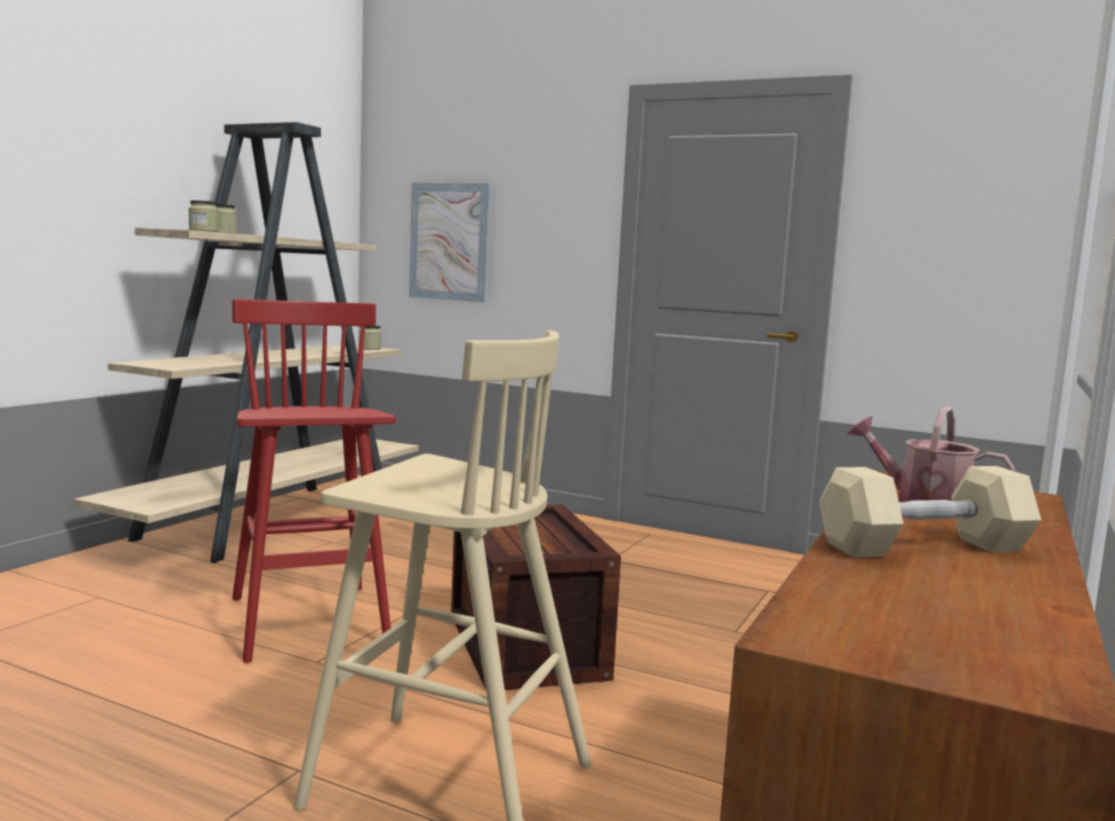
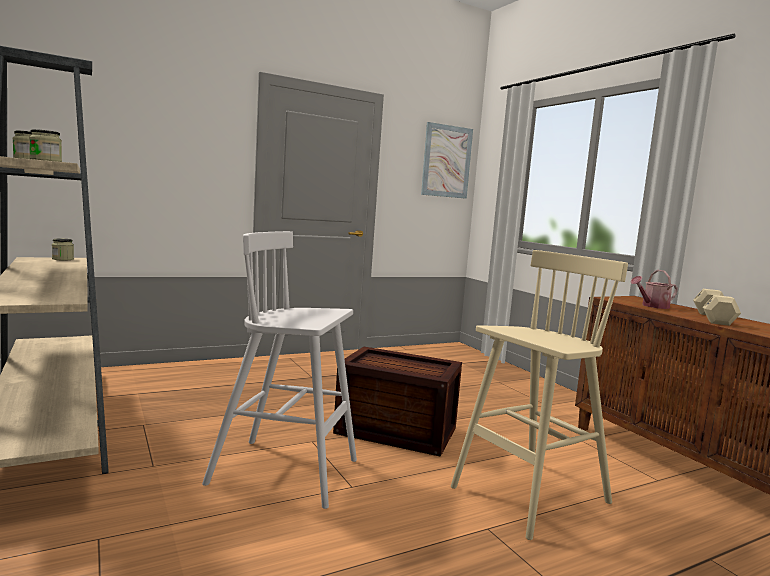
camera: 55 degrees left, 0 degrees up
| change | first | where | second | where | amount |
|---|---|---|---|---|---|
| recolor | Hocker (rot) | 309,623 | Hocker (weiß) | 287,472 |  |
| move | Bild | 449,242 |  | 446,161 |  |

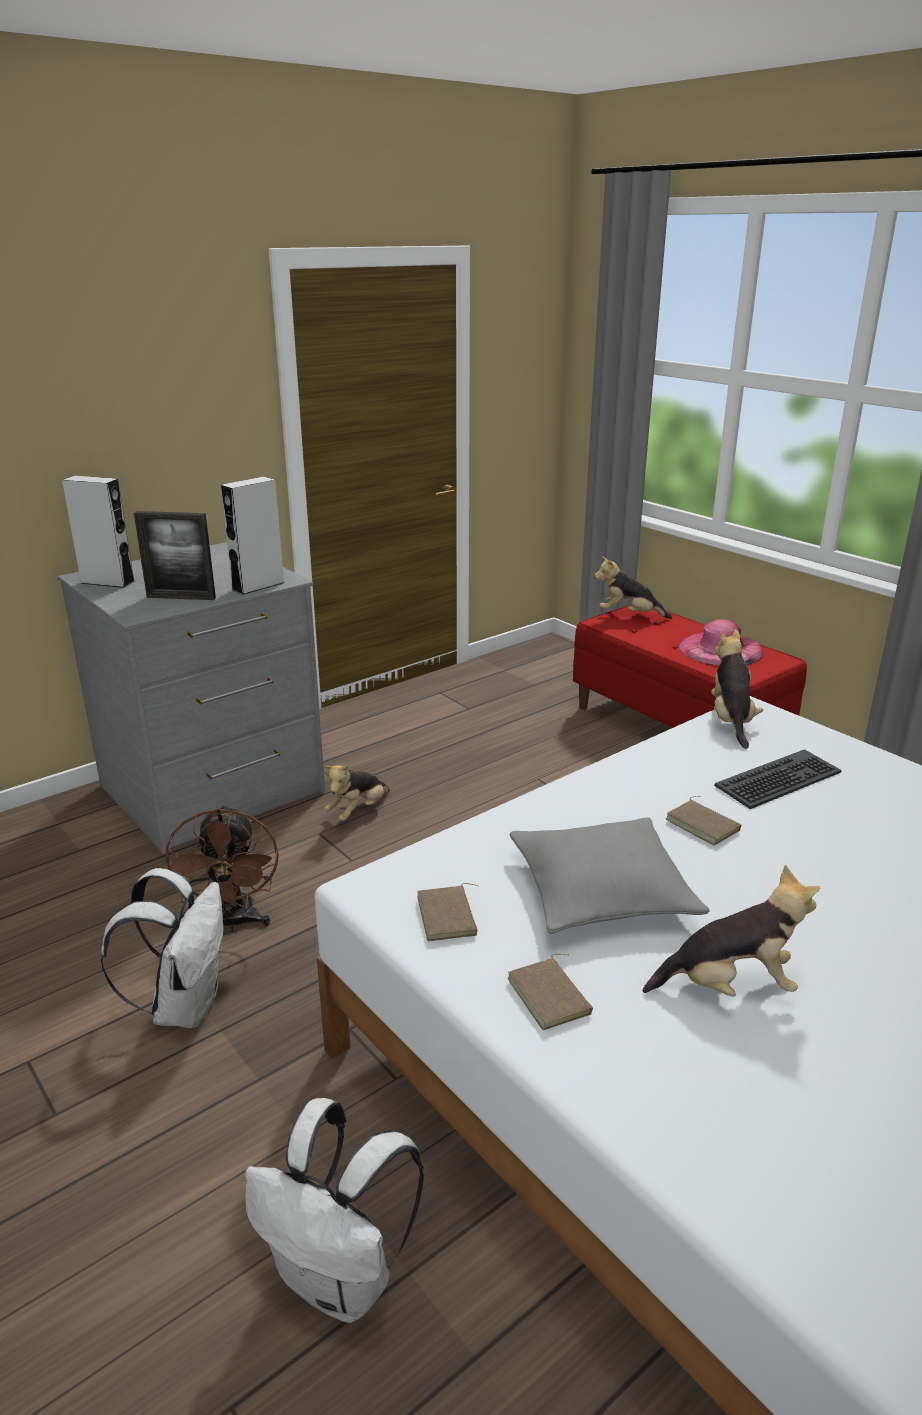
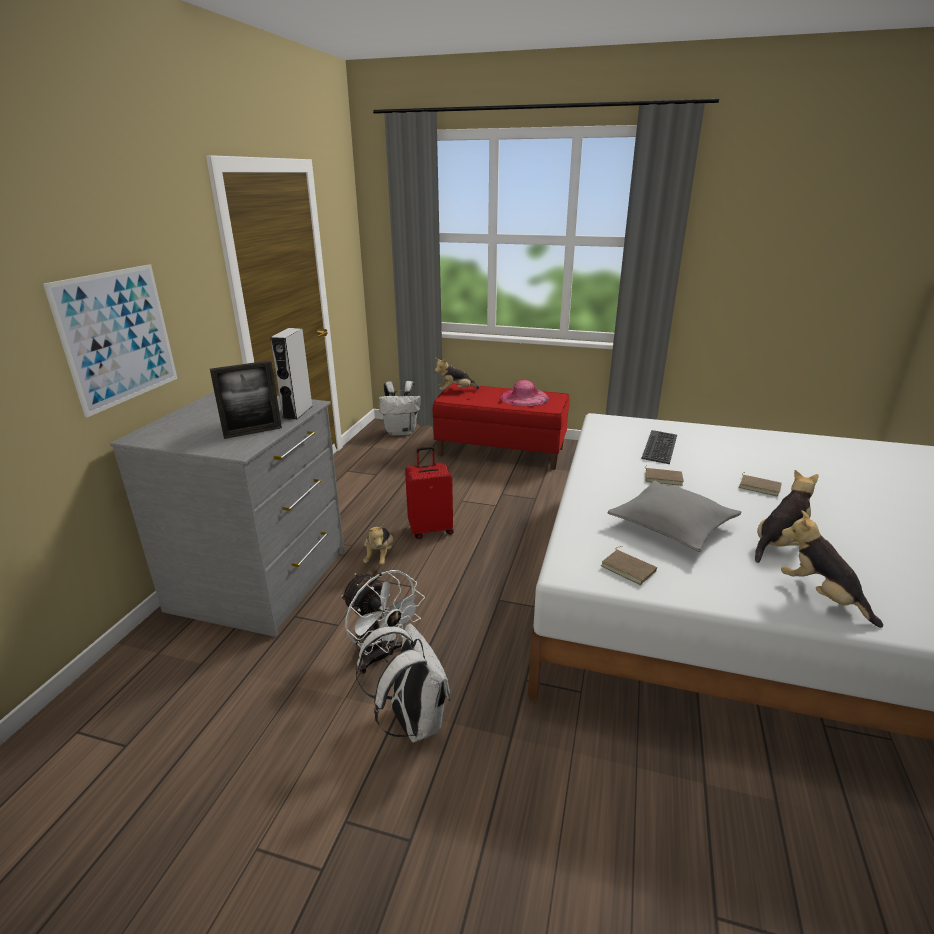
camera: 35 degrees left, 0 degrees up
| change | first | where | second | where | amount |
|---|---|---|---|---|---|
| delete | Lautsprecher (grau) | 107,582 |  |  |  |
| recolor | Ventilator (braun) | 233,923 | Ventilator (weiß) | 381,656 |  |
| move | Rucksack (weiß) | 341,1278 |  | 401,432 |  |
| move | Buch (braun) | 551,996 |  | 760,487 |  |
| move | Plüschtier | 730,721 |  | 821,596 |  |
| insert |  |  | Bild | 118,337 |  |
| insert |  |  | Koffer (rot) | 430,529 |  |

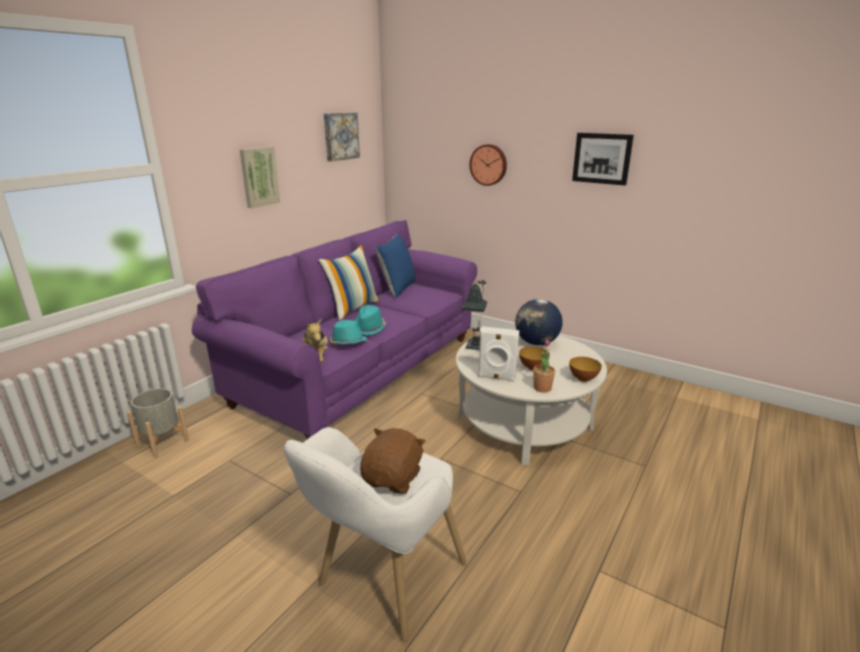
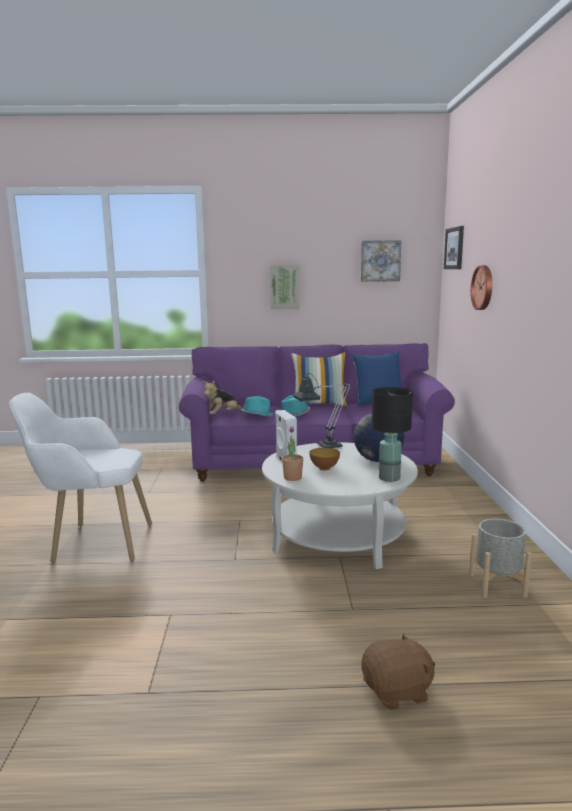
camera: 55 degrees right, 10 degrees down
| change | first | where | second | where | amount |
|---|---|---|---|---|---|
| move | Pflanzkübel (grau) | 162,442 |  | 496,585 |  |
| move | Plüschtier (braun) | 393,478 |  | 397,691 |  |
| delete | Schüssel | 583,379 |  |  |  |
| move | Bild | 602,158 |  | 454,248 |  |
| insert |  |  | Tischlampe (schwarz) | 390,478 |  |

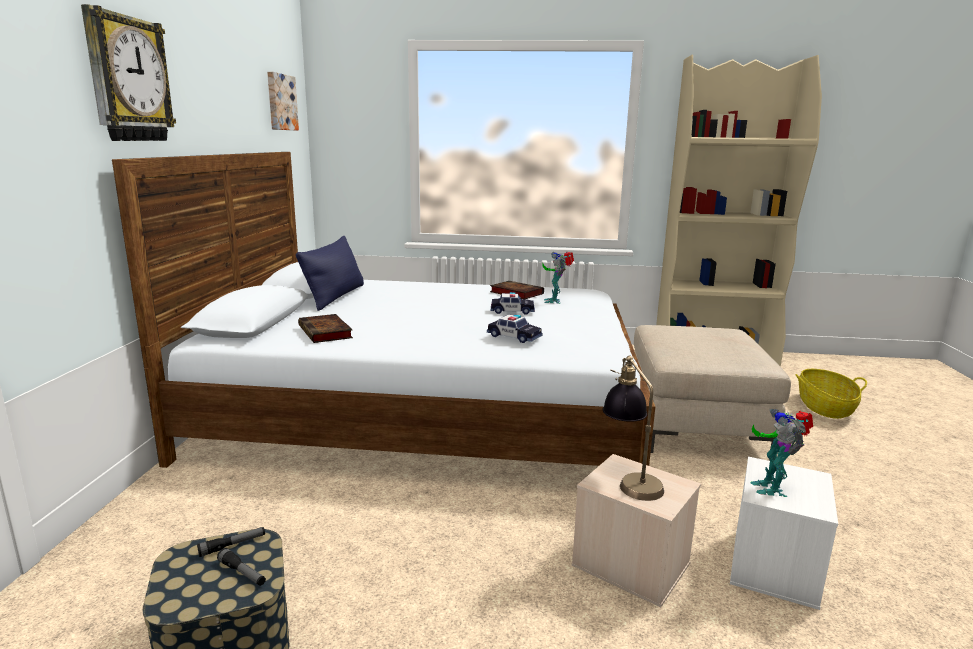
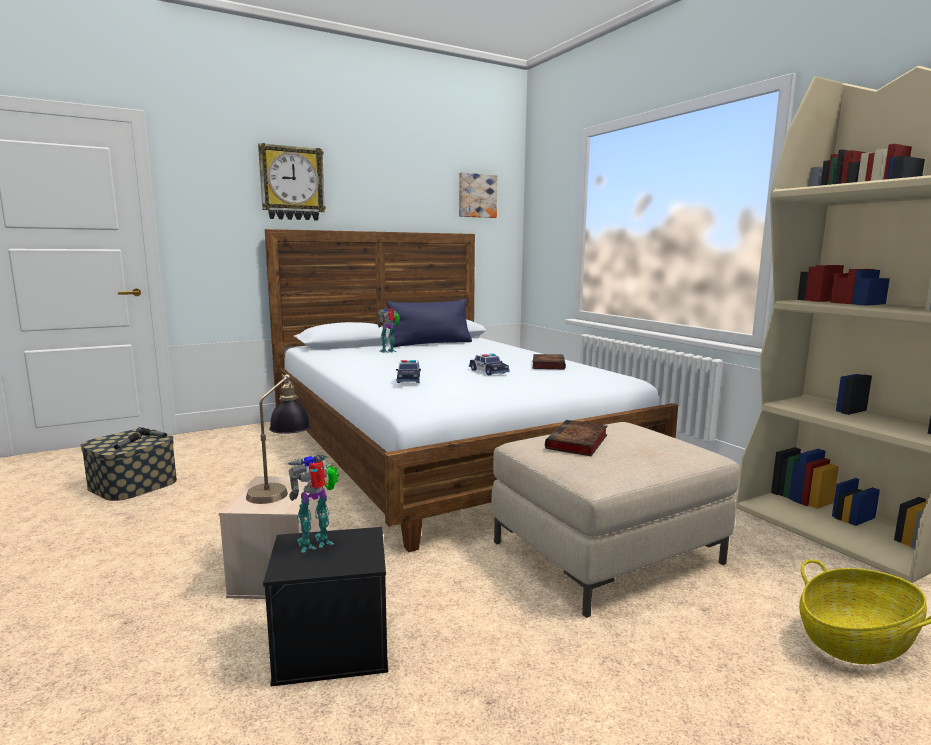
camera: 55 degrees right, 5 degrees down
| change | first | where | second | where | amount |
|---|---|---|---|---|---|
| move | Buch | 326,333 |  | 577,443 |  |
| move | Spielzeugroboter | 555,301 |  | 389,351 |  |
| recolor | Aufbewahrungsbox (weiß) | 772,565 | Aufbewahrungsbox (schwarz) | 334,646 |  |

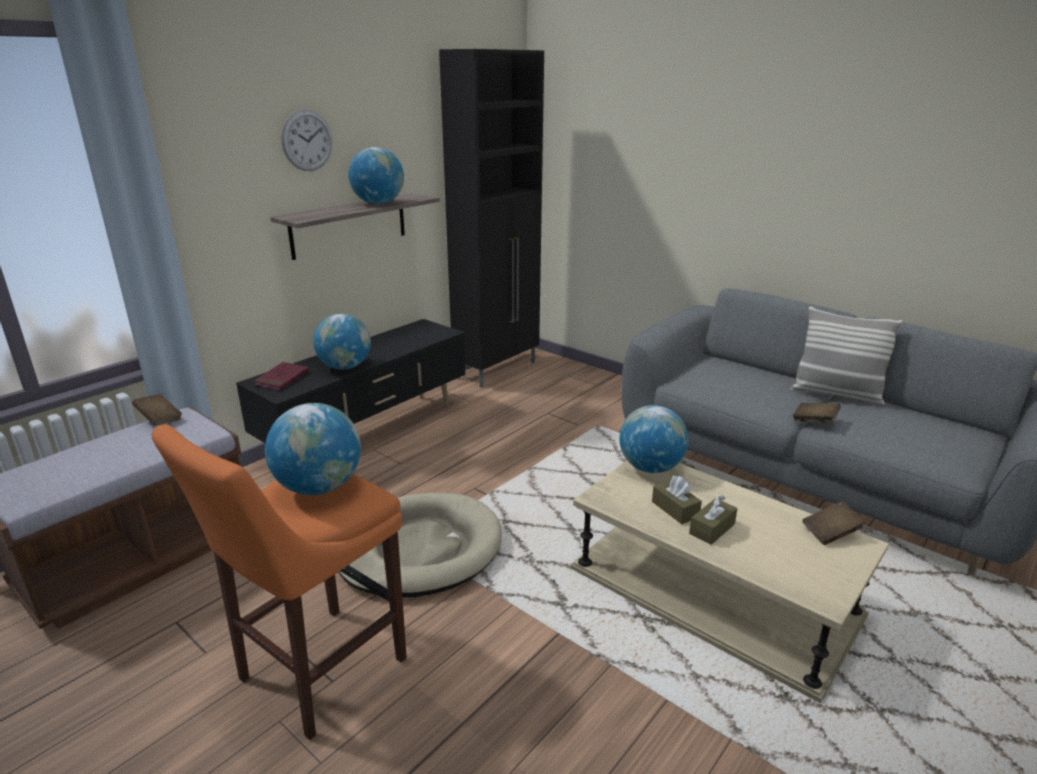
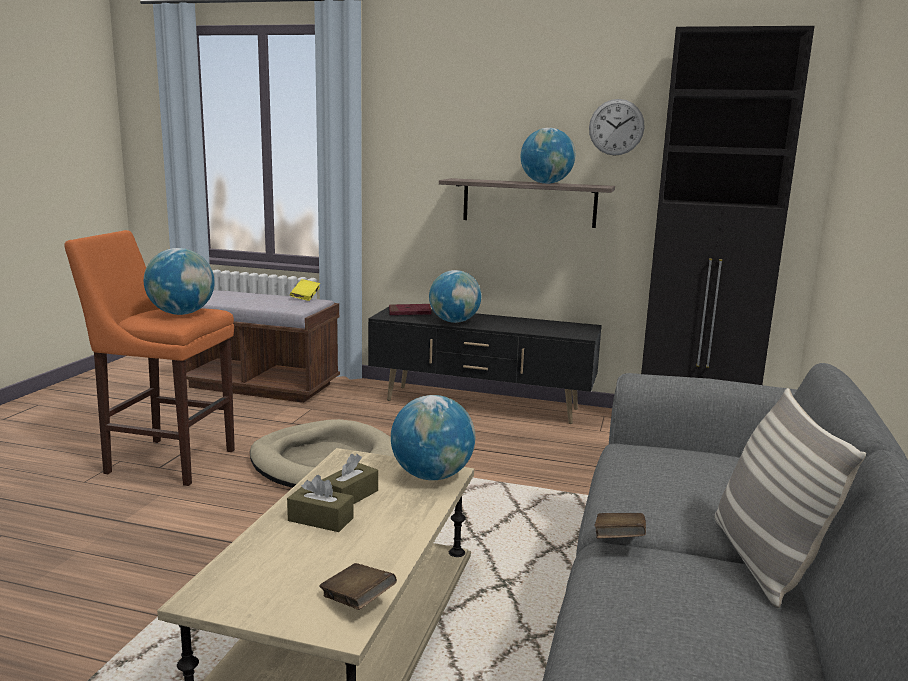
camera: 65 degrees right, 10 degrees down
| change | first | where | second | where | amount |
|---|---|---|---|---|---|
| recolor | Buch (braun) | 159,419 | Buch (gelb) | 305,297 |  |
| move | Wanduhr | 307,140 |  | 616,127 |  |

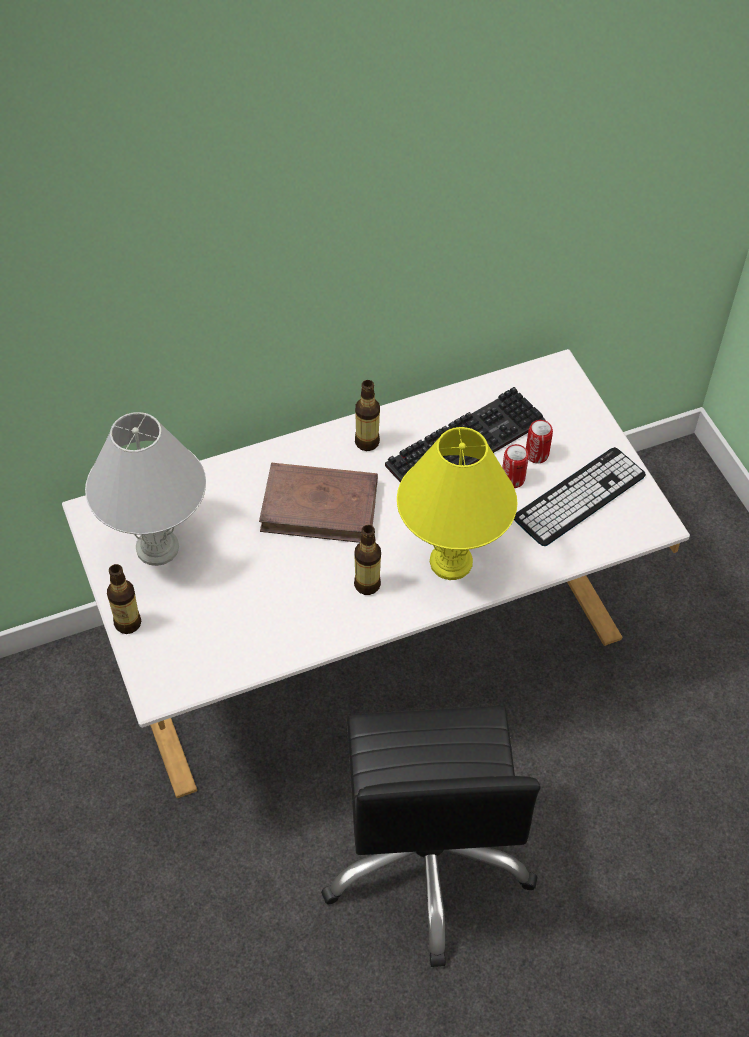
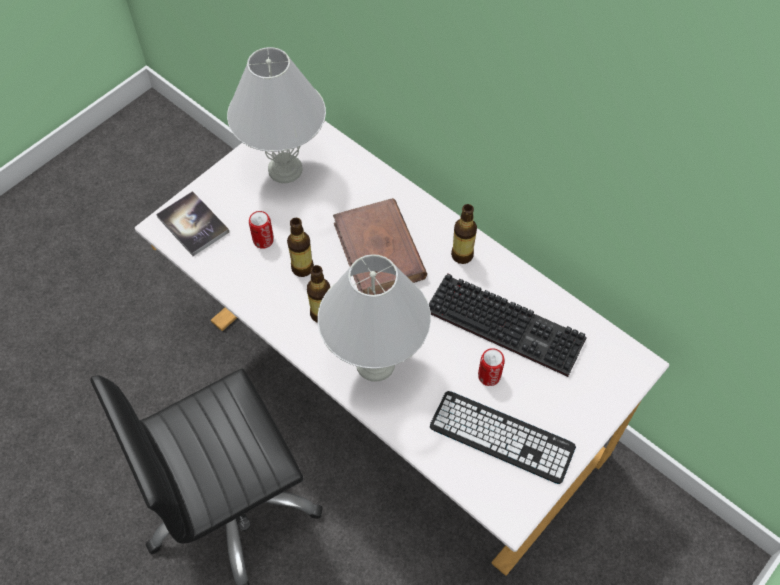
camera: 65 degrees right, 5 degrees up
| change | first | where | second | where | amount |
|---|---|---|---|---|---|
| move | Flasche | 128,623 |  | 302,268 |  |
| recolor | Tischlampe (gelb) | 452,561 | Tischlampe (weiß) | 376,364 |  |
| move | Dose | 536,455 |  | 263,240 |  |
| insert |  |  | Buch | 193,224 |  |

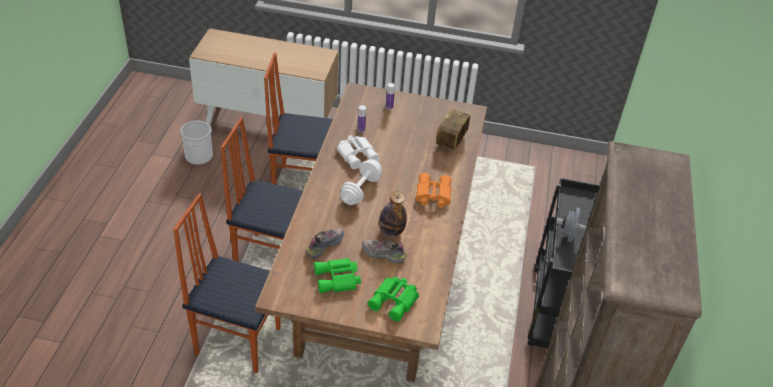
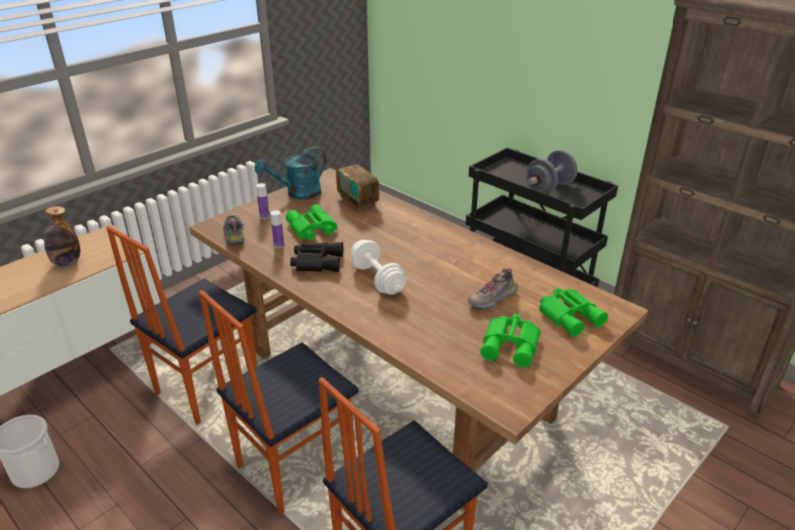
camera: 55 degrees left, 10 degrees down
| change | first | where | second | where | amount |
|---|---|---|---|---|---|
| move | Schuh | 324,245 |  | 233,233 |  |
| recolor | Fernglas (weiß) | 357,154 | Fernglas (schwarz) | 316,261 |  |
| move | Flasche | 391,232 |  | 67,263 |  |
| delete | Fernglas (orange) | 432,195 |  |  |  |
| insert |  |  | Gießkanne (türkis) | 298,193 |  |
| insert |  |  | Fernglas (grün) | 311,229 |  |

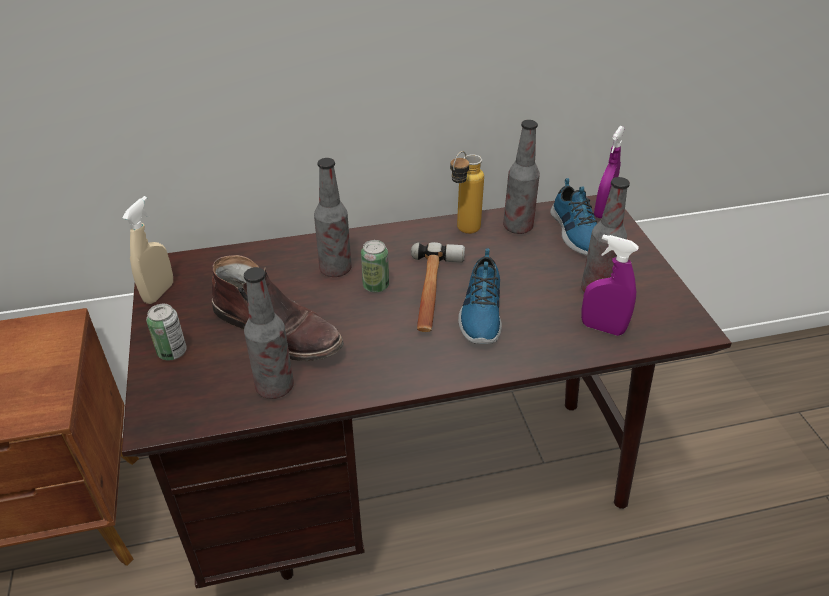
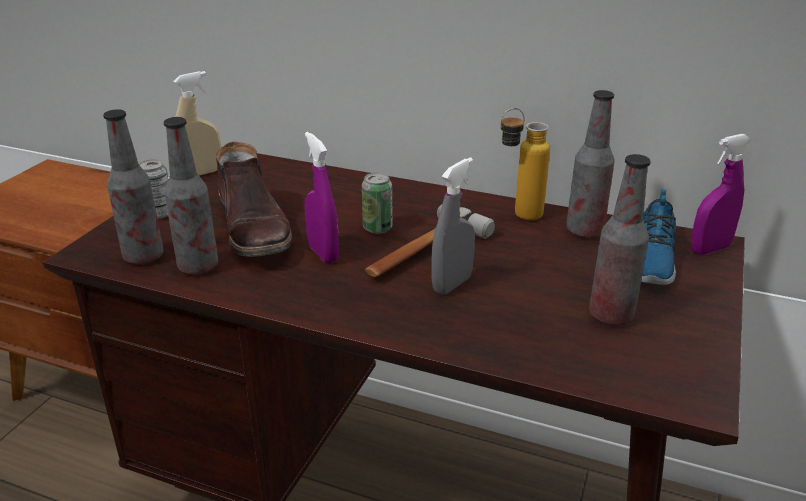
camera: 35 degrees right, 10 degrees down
| change | first | where | second | where | amount |
|---|---|---|---|---|---|
| move | Flasche | 335,269 |  | 143,257 |  |
| replace | Schuh | 480,312 | Sprühflasche (grau) | 452,284 |  |
| move | Sprühflasche (lila) | 602,328 |  | 323,253 |  |

